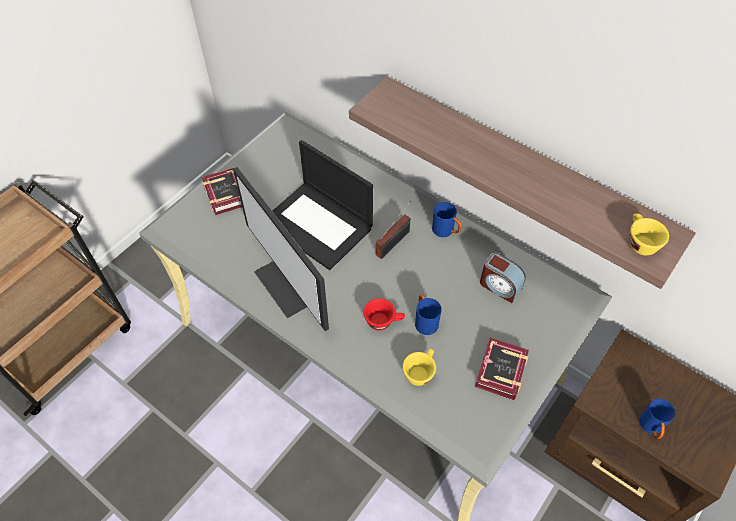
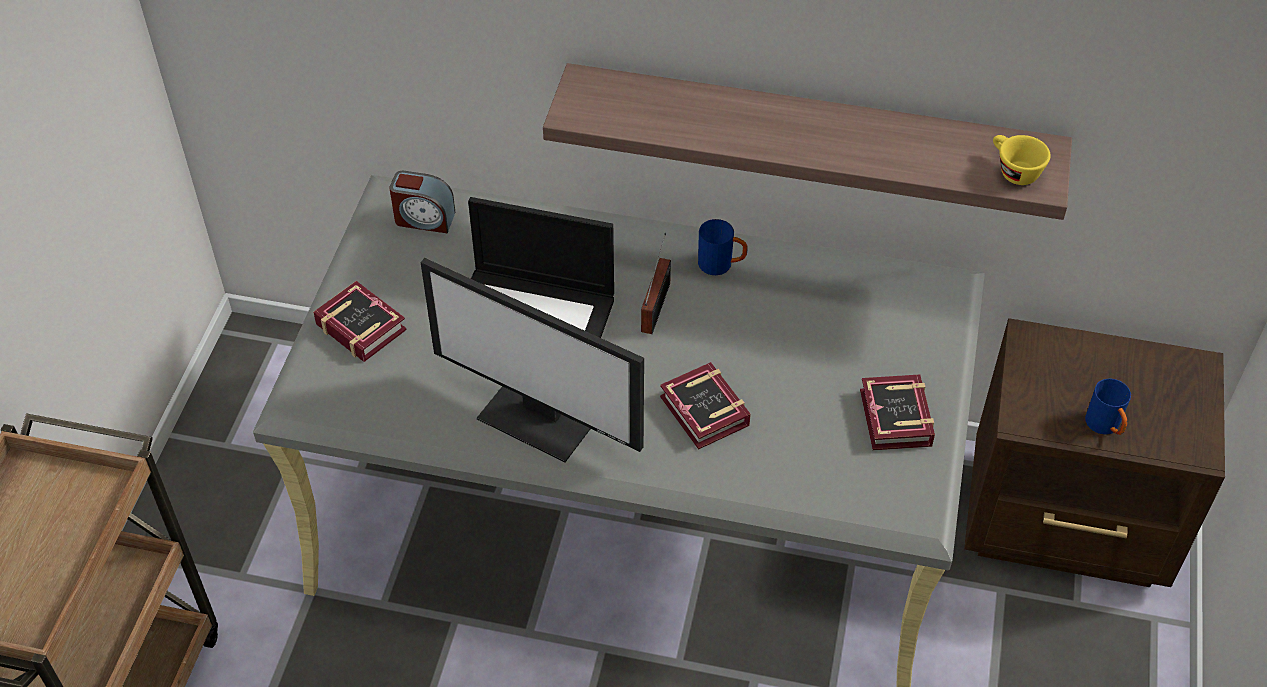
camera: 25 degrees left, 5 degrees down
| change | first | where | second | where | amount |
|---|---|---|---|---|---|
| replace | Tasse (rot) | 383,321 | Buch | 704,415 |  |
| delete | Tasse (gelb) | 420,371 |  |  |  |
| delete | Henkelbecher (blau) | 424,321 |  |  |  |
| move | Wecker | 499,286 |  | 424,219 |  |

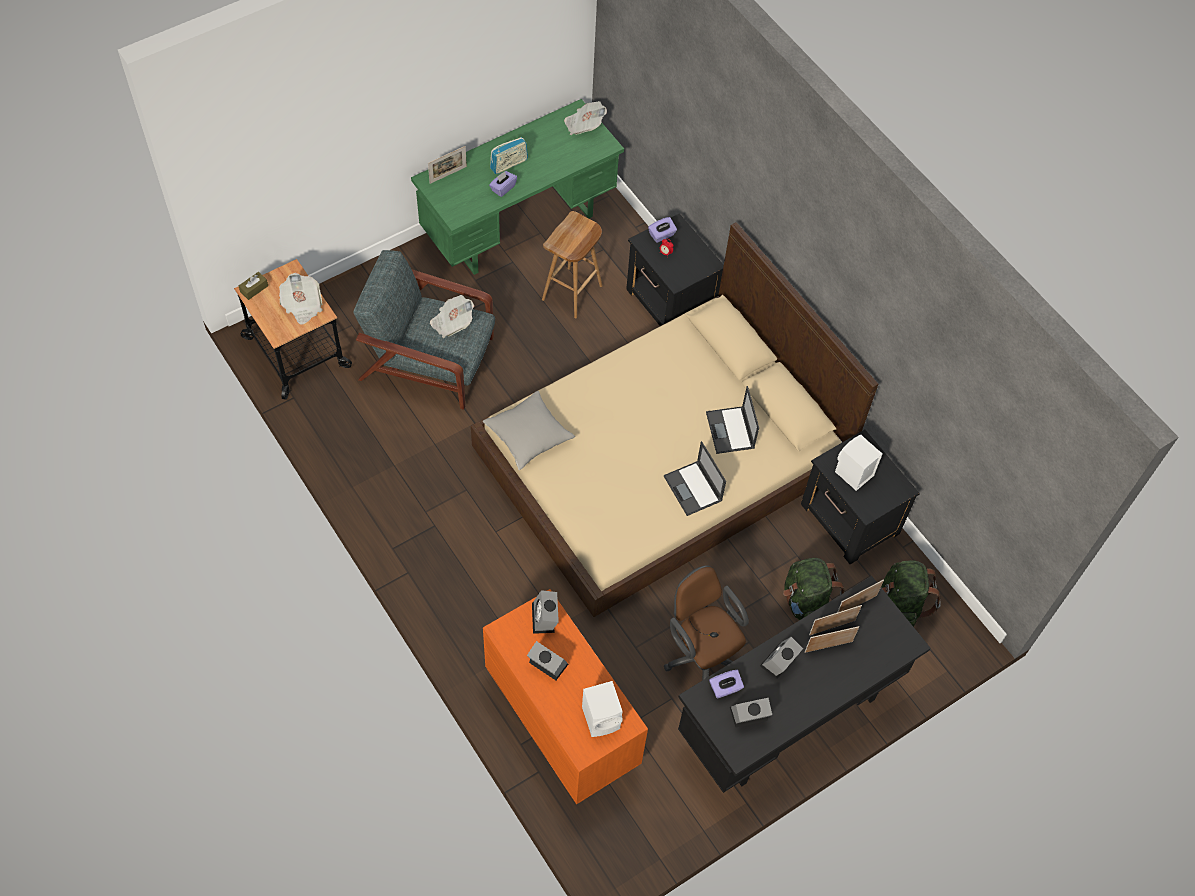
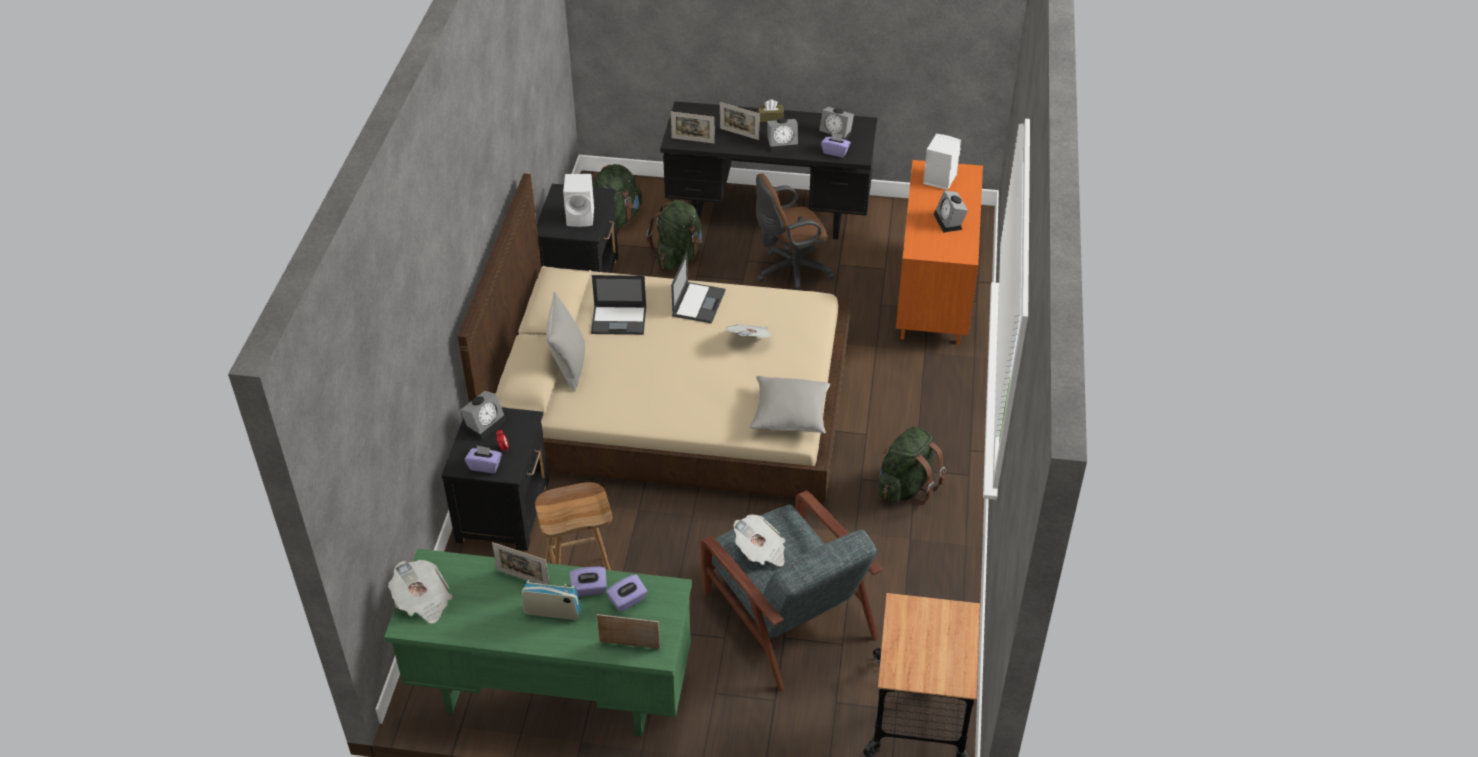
camera: 135 degrees left, 15 degrees down
| change | first | where | second | where | amount |
|---|---|---|---|---|---|
| move | Taschentuchbox (braun) | 254,289 |  | 770,118 |  |
| move | Zeitung | 302,306 |  | 751,340 |  |
| move | Wecker | 545,619 |  | 485,423 |  |
| rotate | Bürostuhl (braun) | 701,656 |  | 790,272 | 60 degrees clockwise |
| rotate | Laptop | 730,431 |  | 619,320 | 60 degrees clockwise |
| move | Bilderrahmen | 832,627 |  | 523,578 |  |
| insert |  |  | Kissen (grau) | 568,366 |  |
| insert |  |  | Taschentuchbox (lila) | 627,601 |  |
| insert |  |  | Rucksack (grün) | 906,487 |  |

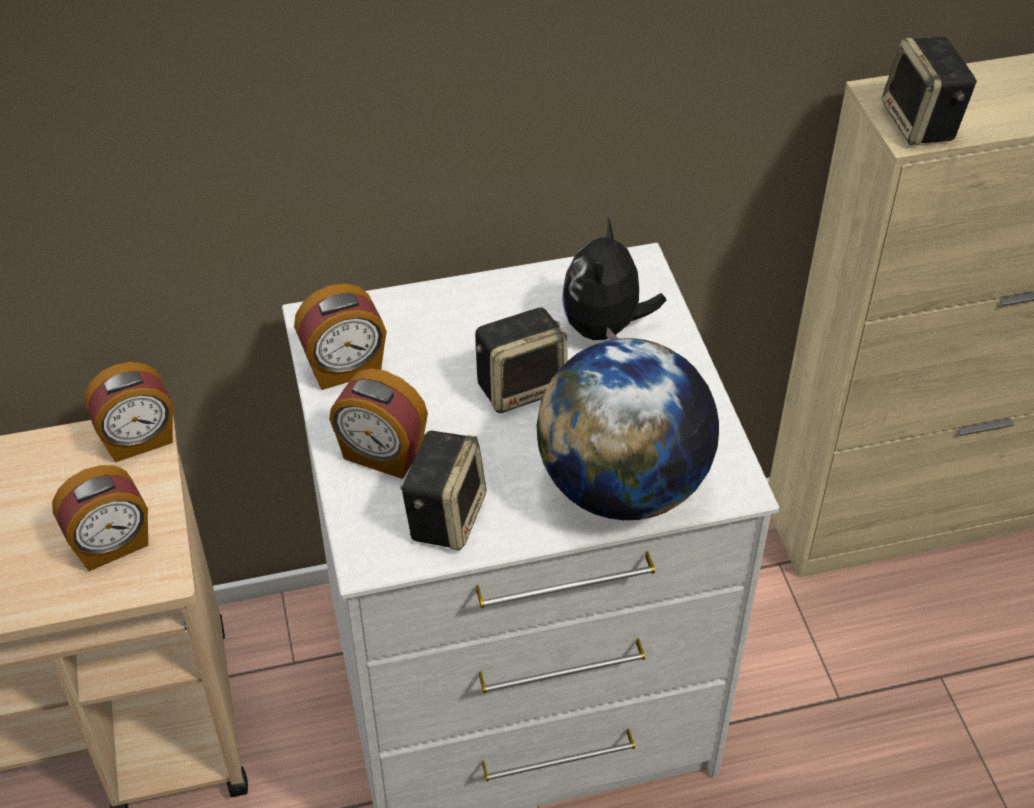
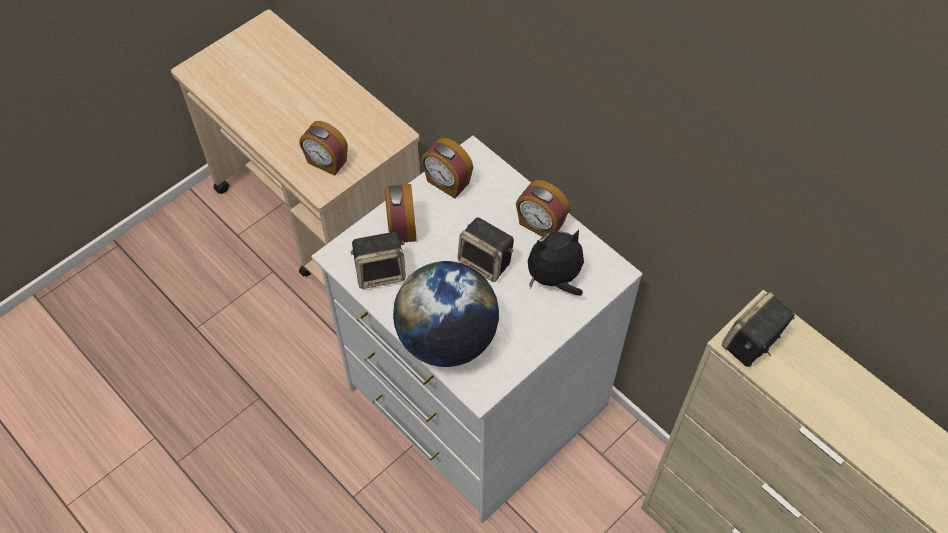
camera: 60 degrees right, 10 degrees up
| change | first | where | second | where | amount |
|---|---|---|---|---|---|
| move | Wecker | 139,440 |  | 540,225 |  |

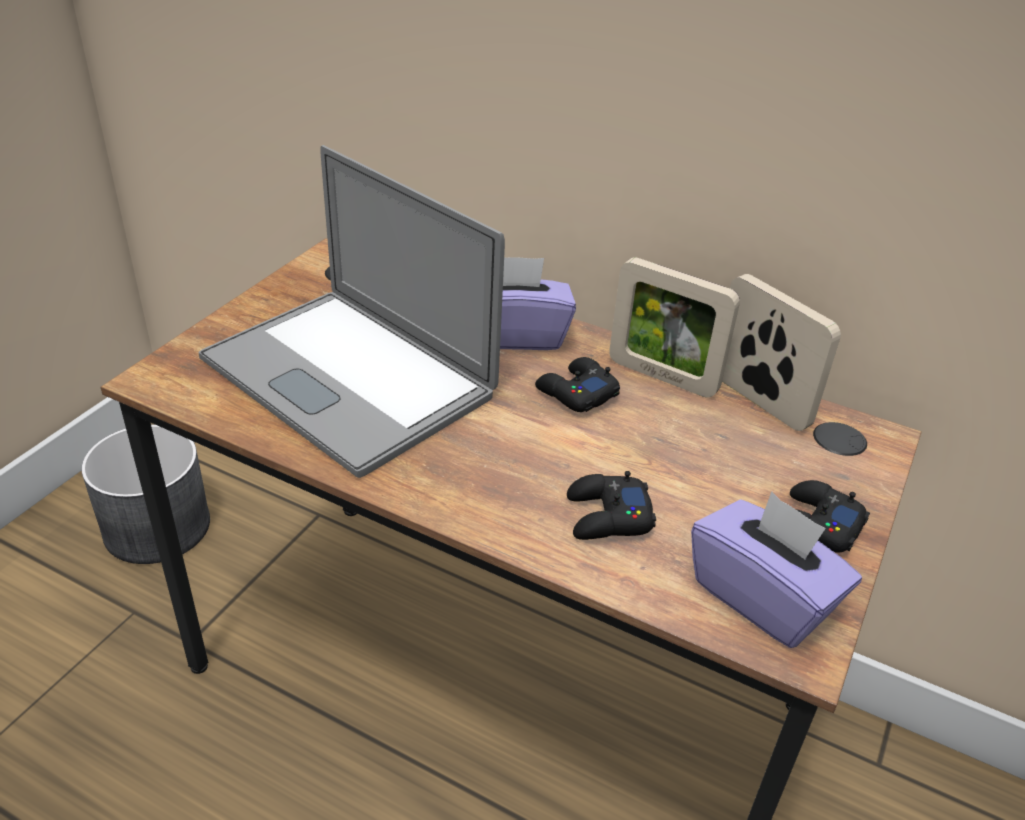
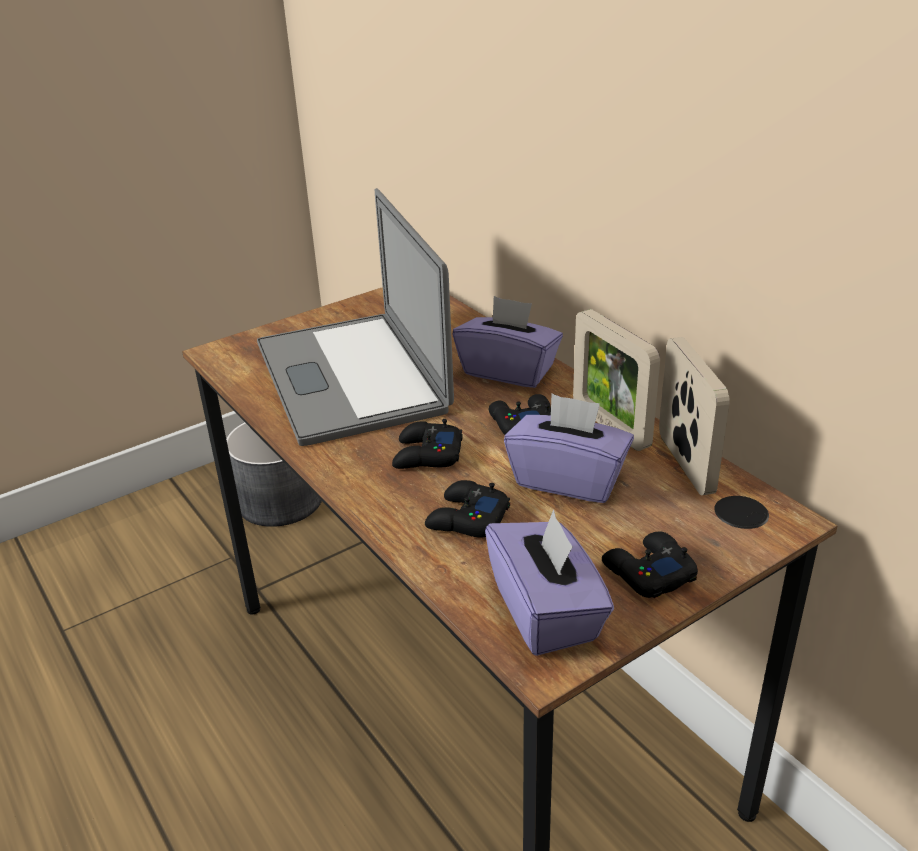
camera: 30 degrees right, 5 degrees down
| change | first | where | second | where | amount |
|---|---|---|---|---|---|
| insert |  |  | Gamepad (schwarz) | 427,455 |  |
| insert |  |  | Taschentuchbox (lila) | 568,479 |  |

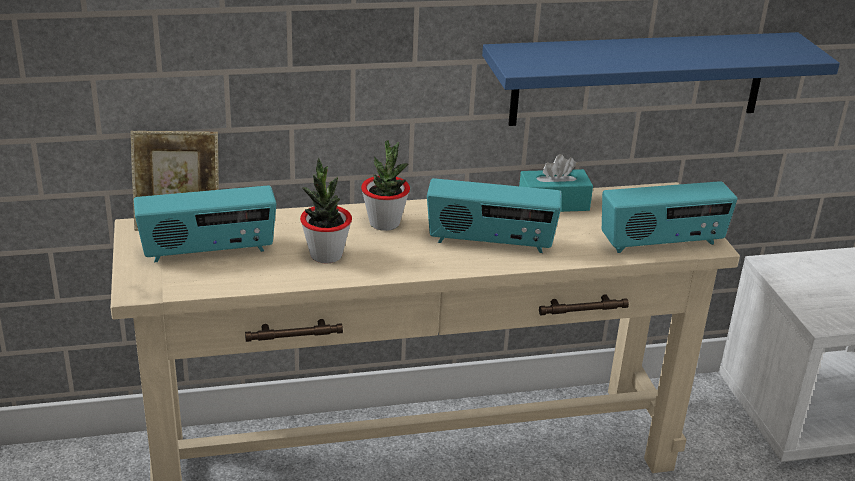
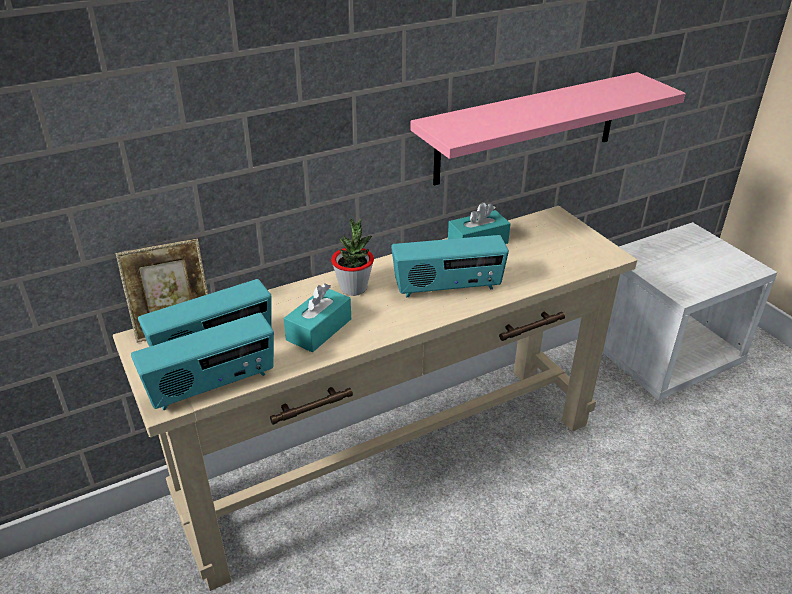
camera: 15 degrees left, 5 degrees up
| change | first | where | second | where | amount |
|---|---|---|---|---|---|
| replace | Topfpflanze | 326,255 | Taschentuchbox (türkis) | 319,329 |  |
| recolor | Wandregal (blau) | 639,78 | Wandregal (rosa) | 528,128 |  |
| move | Radio | 662,243 |  | 212,386 |  |

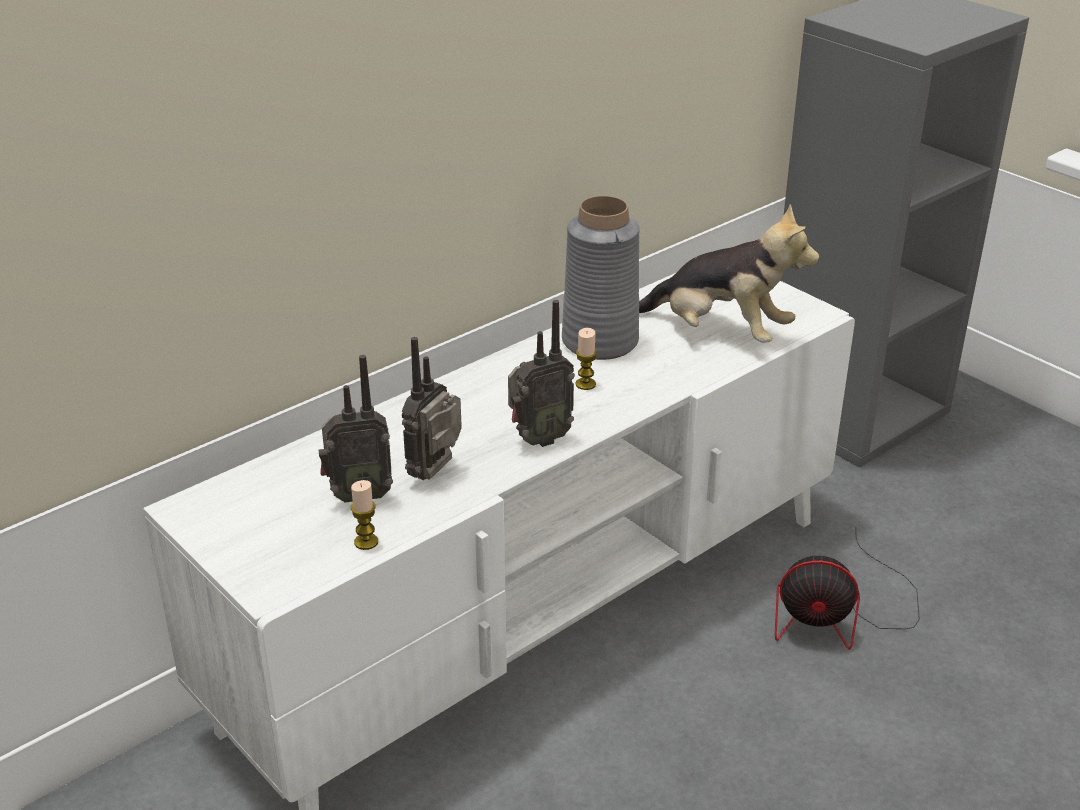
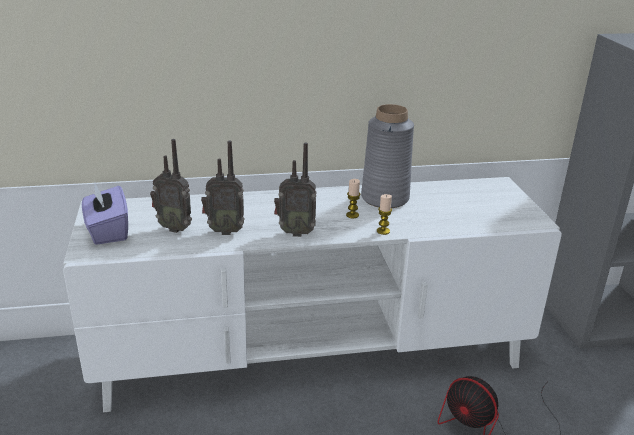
camera: 30 degrees right, 5 degrees down
| change | first | where | second | where | amount |
|---|---|---|---|---|---|
| move | Kerze | 366,542 |  | 383,231 |  |
| rotate | Radio | 437,474 |  | 224,231 | 150 degrees counterclockwise |
| delete | Plüschtier | 720,332 |  |  |  |
| insert |  |  | Taschentuchbox (lila) | 107,231 |  |

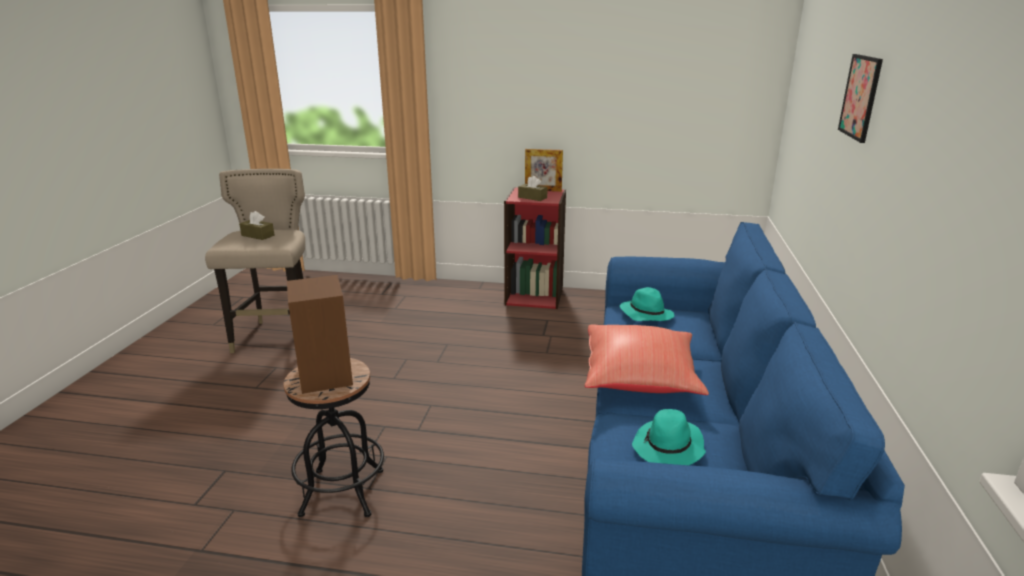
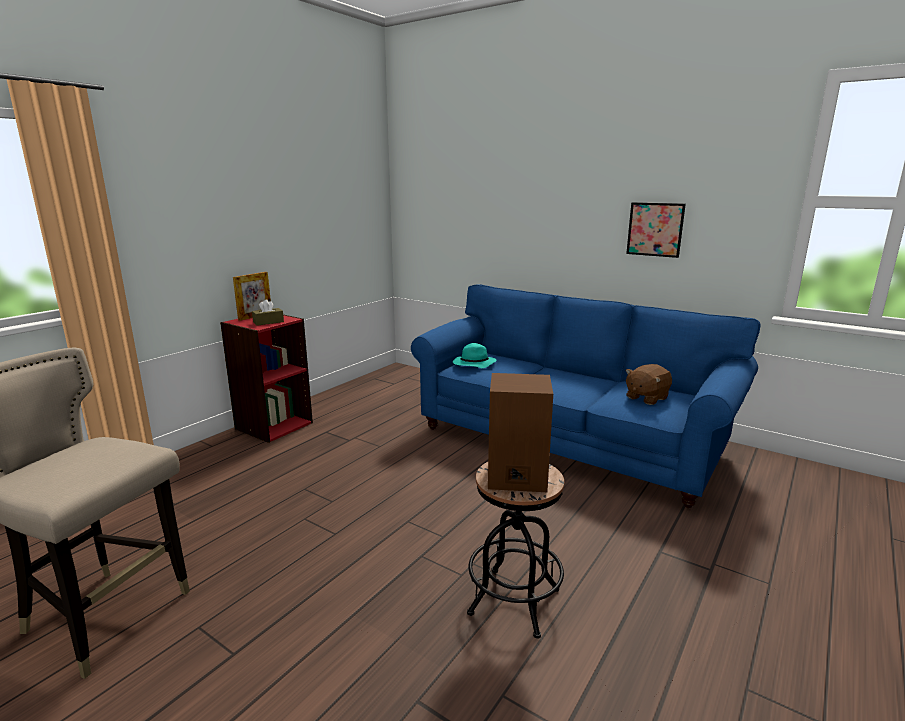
camera: 65 degrees left, 5 degrees down
| change | first | where | second | where | amount |
|---|---|---|---|---|---|
| delete | Taschentuchbox (braun) | 258,235 |  |  |  |
| delete | Kissen (rot) | 640,379 |  |  |  |
| replace | Hut (türkis) | 668,448 | Plüschtier (braun) | 646,398 |  |
| move | Bild | 860,97 |  | 655,229 |  |

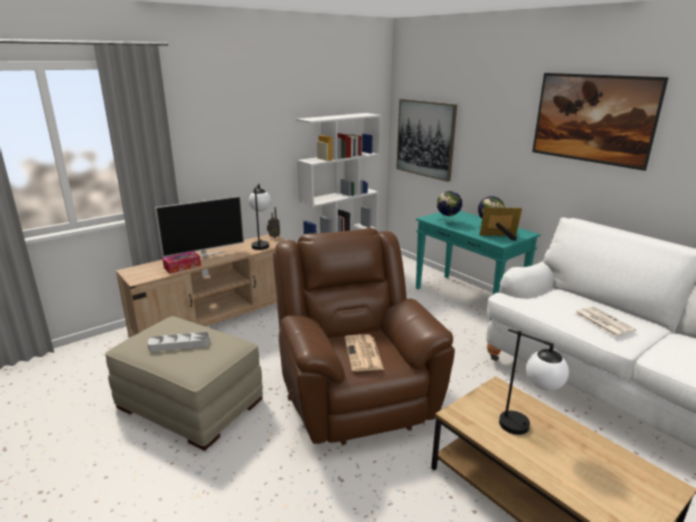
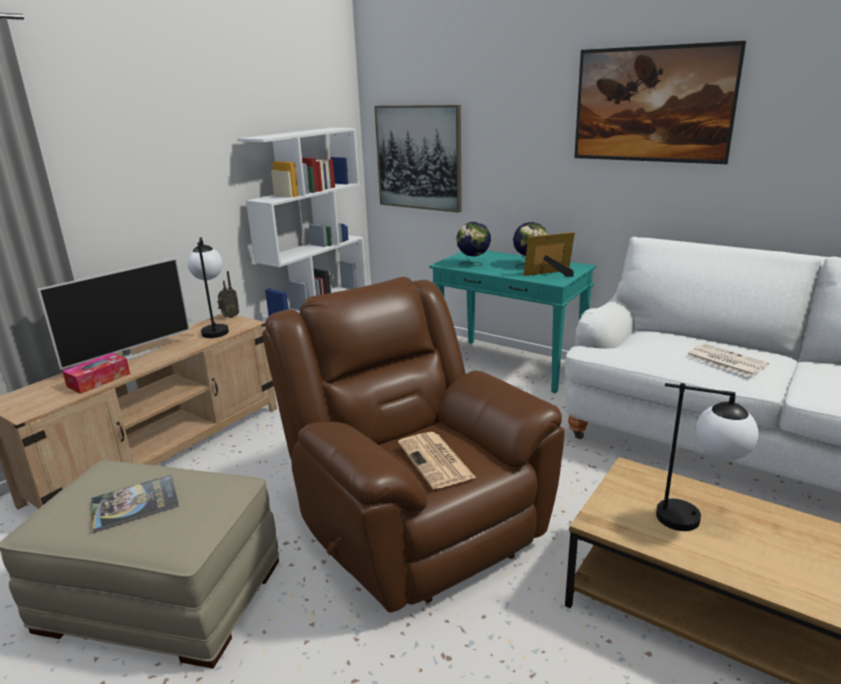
camera: 15 degrees left, 0 degrees up
| change | first | where | second | where | amount |
|---|---|---|---|---|---|
| replace | Tablett (grau) | 179,344 | Buch | 135,504 |  |

